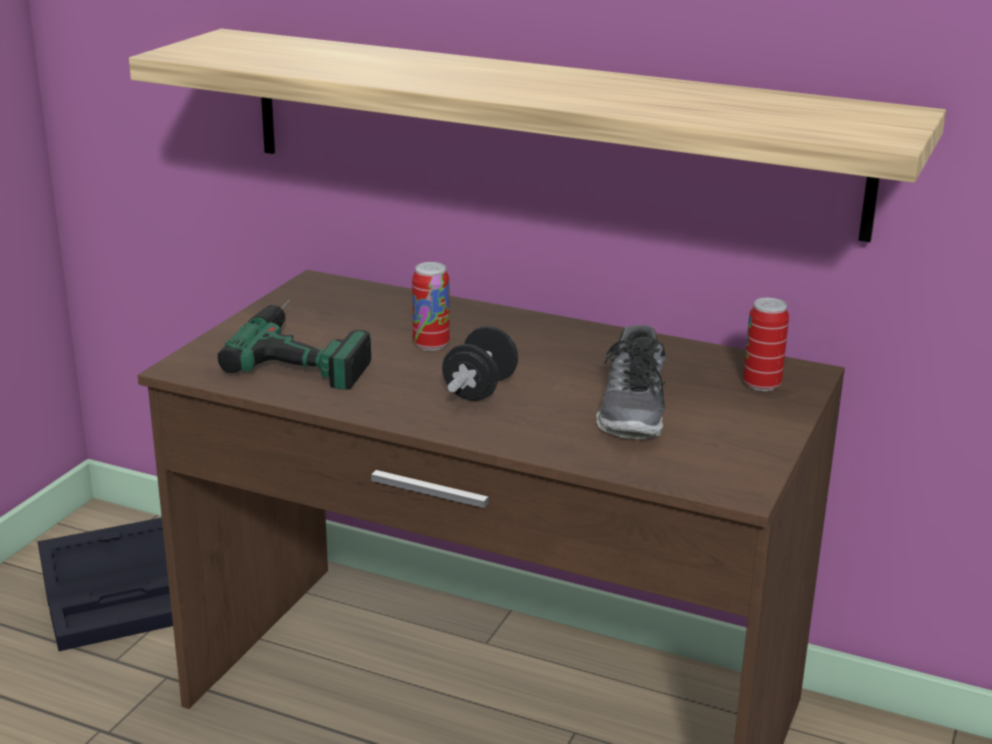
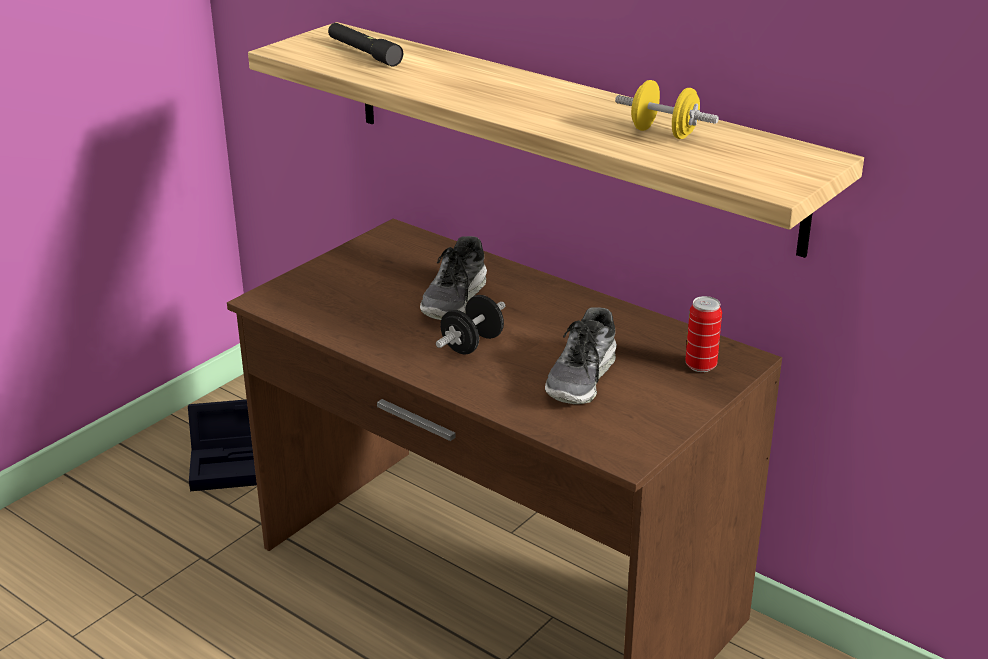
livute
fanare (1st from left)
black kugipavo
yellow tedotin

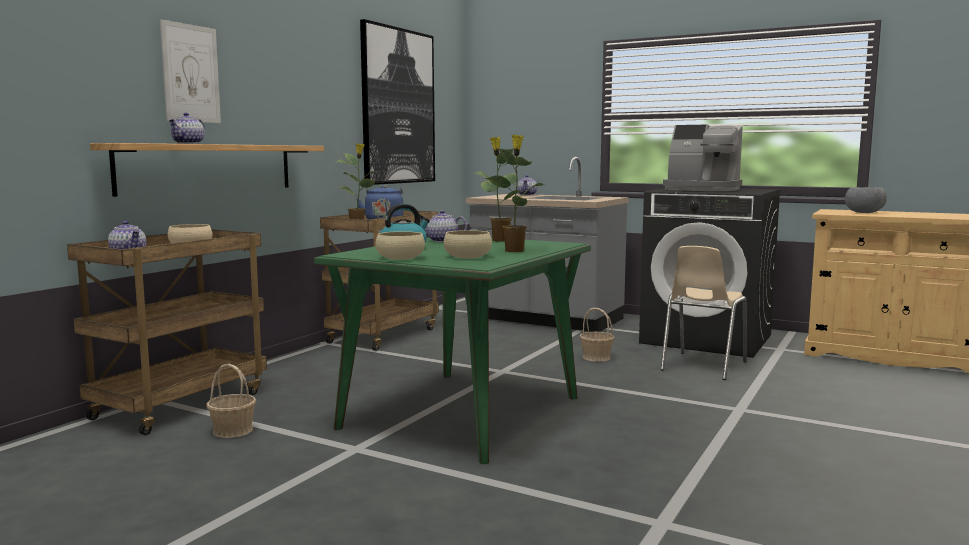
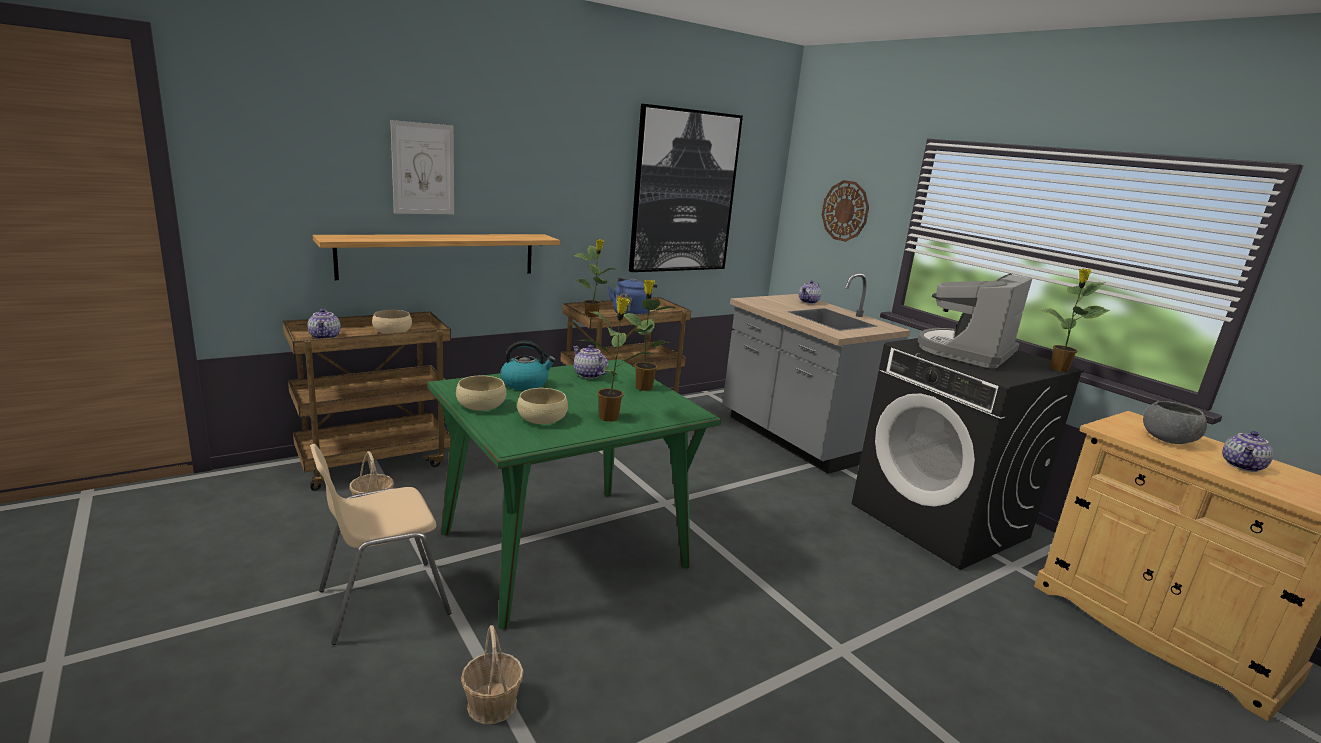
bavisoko (4th from left)
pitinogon (2nd from left)
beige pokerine
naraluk
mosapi
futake (4th from left)

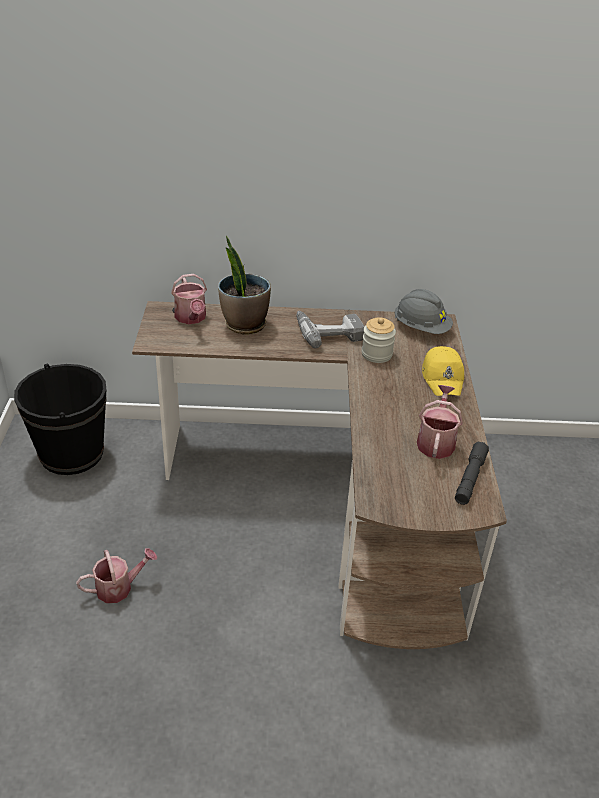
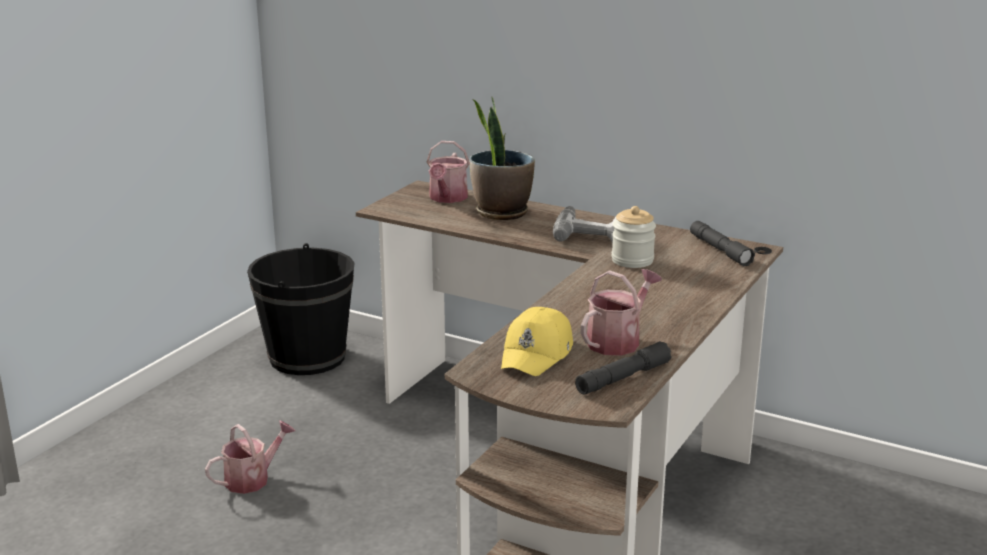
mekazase (1st from left)
grey kugipavo (2nd from left)
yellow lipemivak

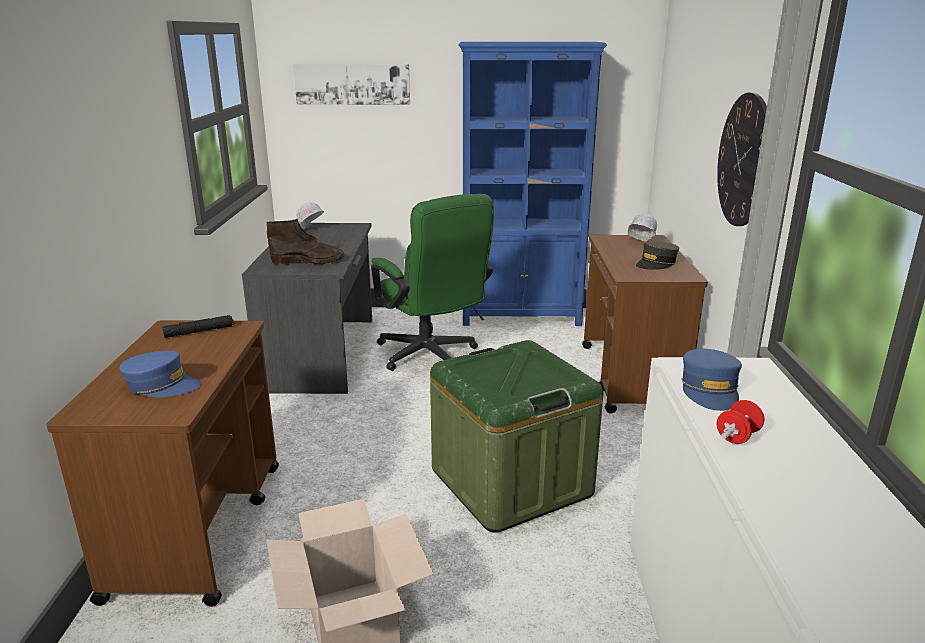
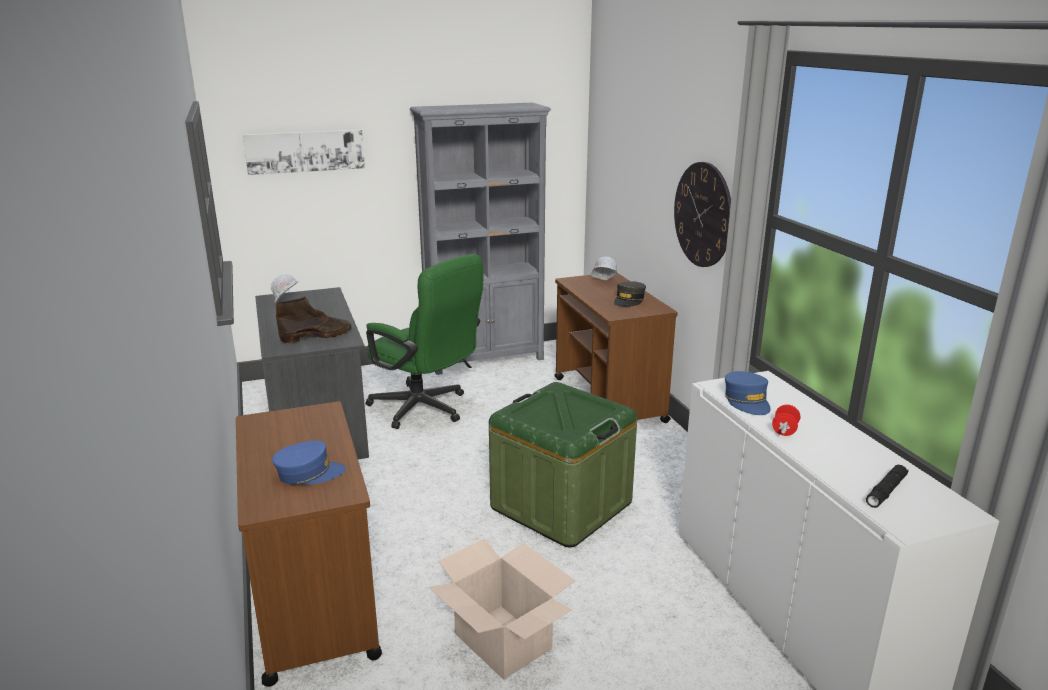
black kugipavo
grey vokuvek

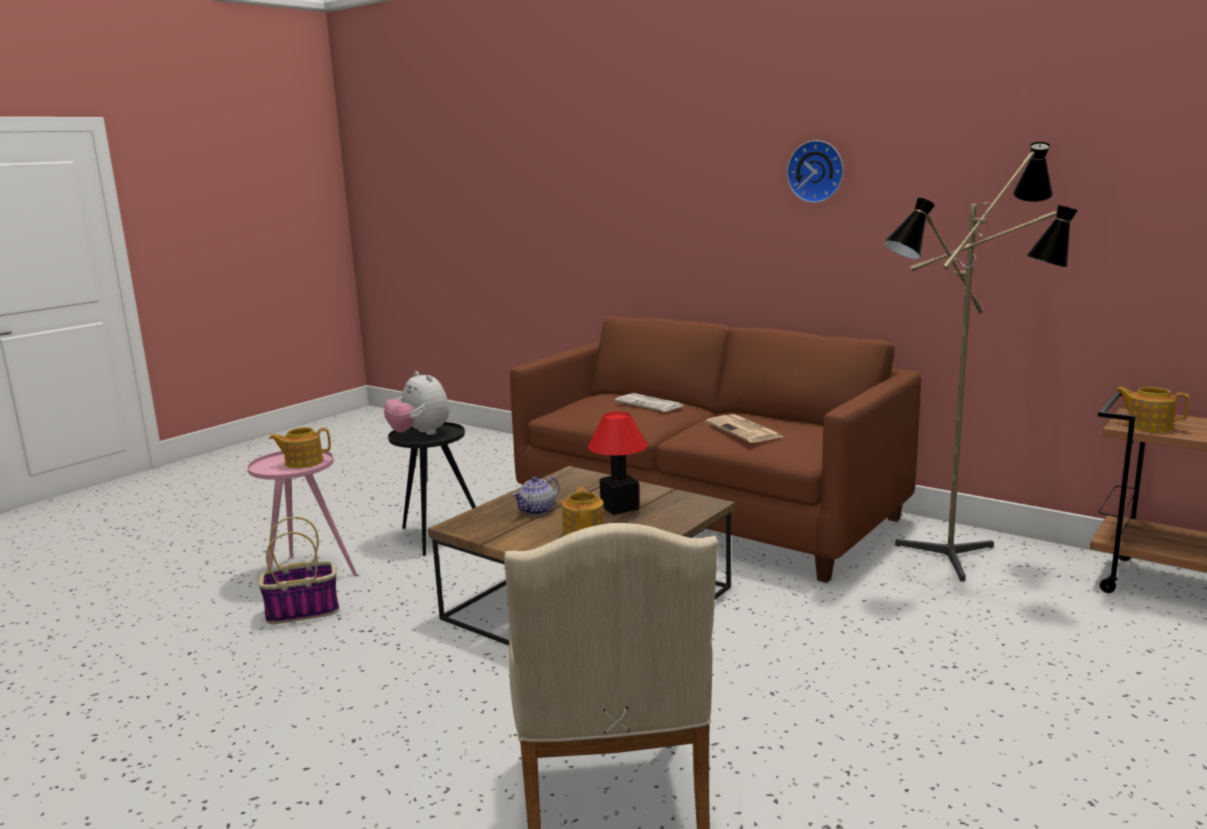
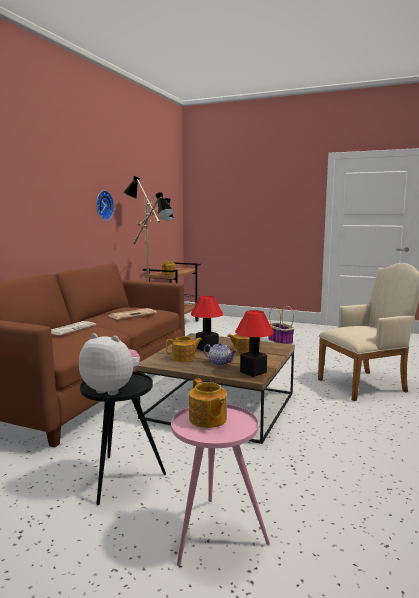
pitinogon
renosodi
mosapi
bavisoko (2nd from left)
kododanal (2nd from left)

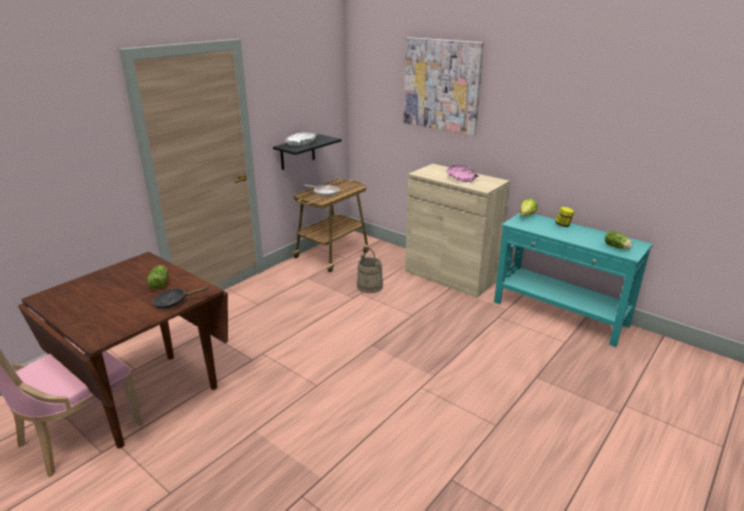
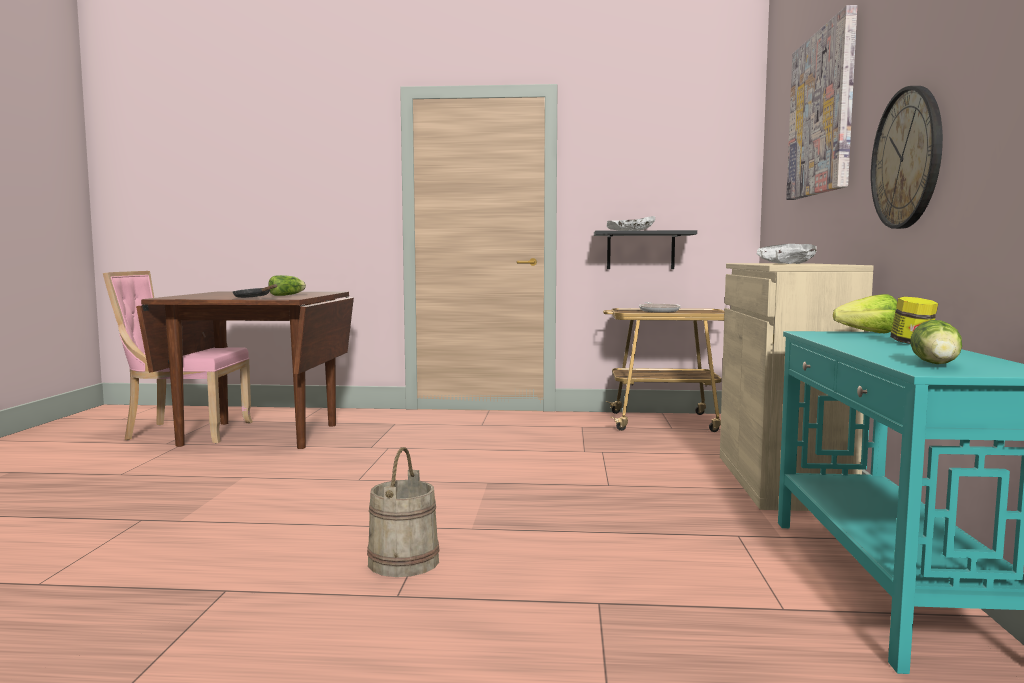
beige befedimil
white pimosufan (2nd from left)
mosapi

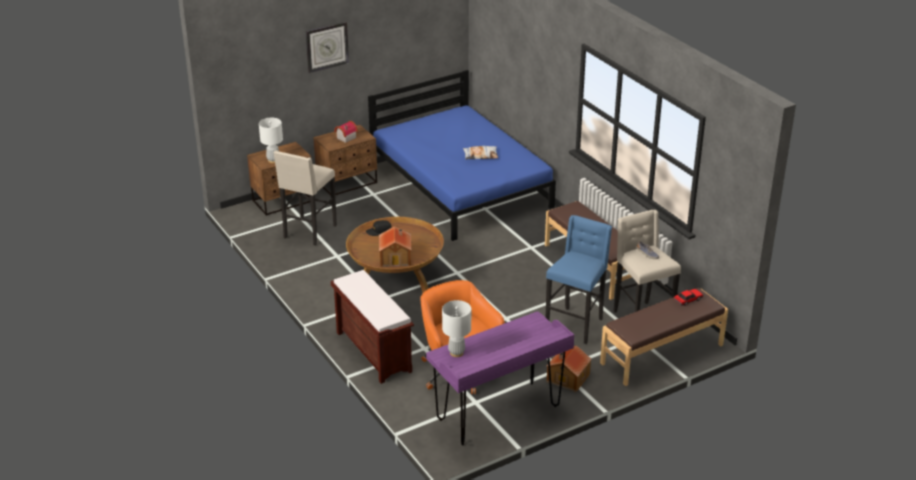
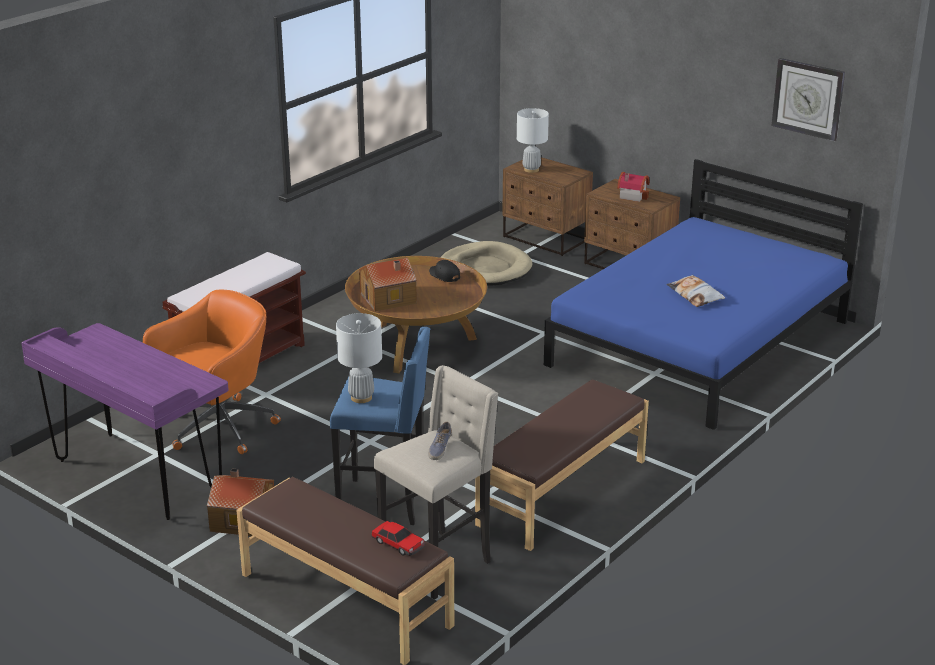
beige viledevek
mosapi
white kododanal (1st from left)

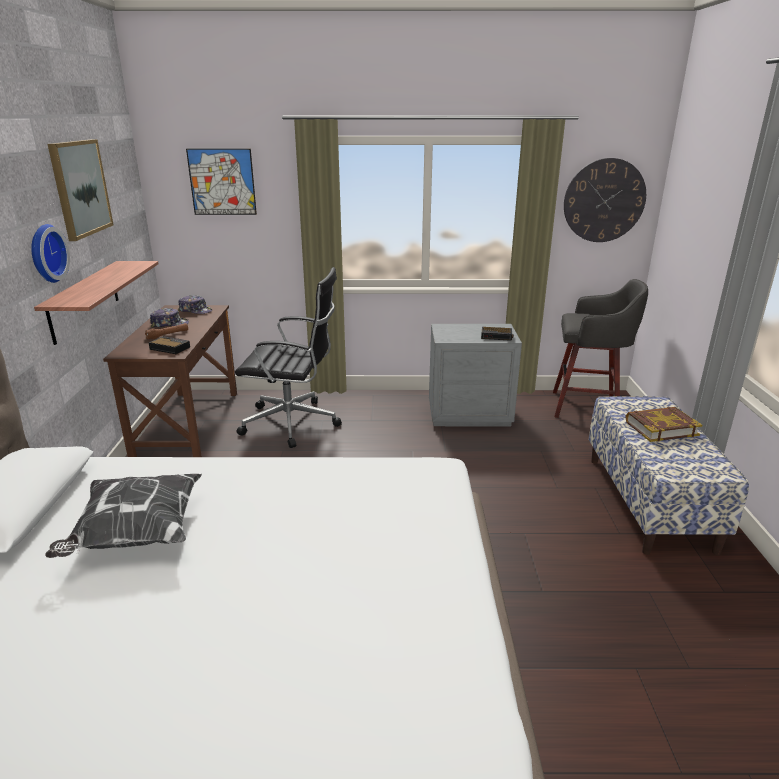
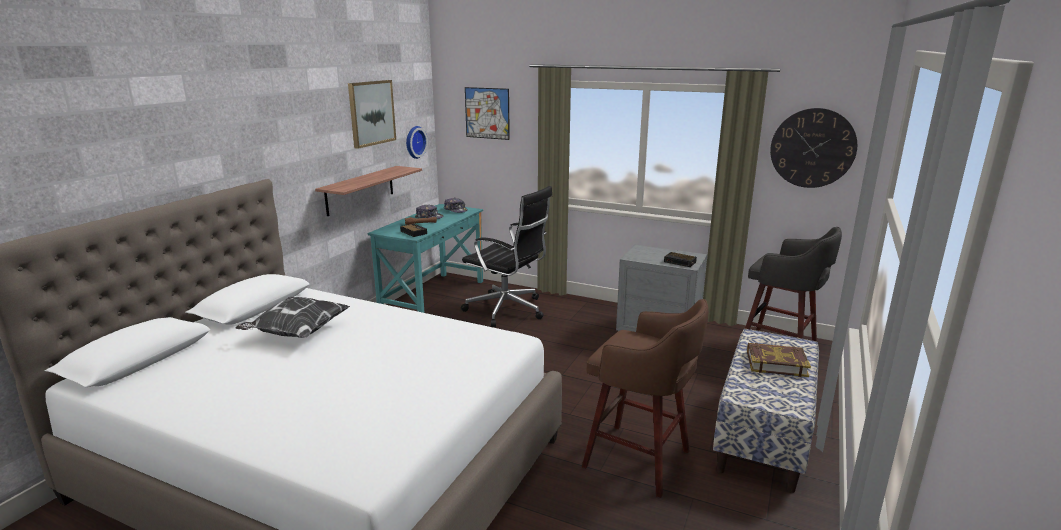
mosapi (1st from left)
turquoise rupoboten
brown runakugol

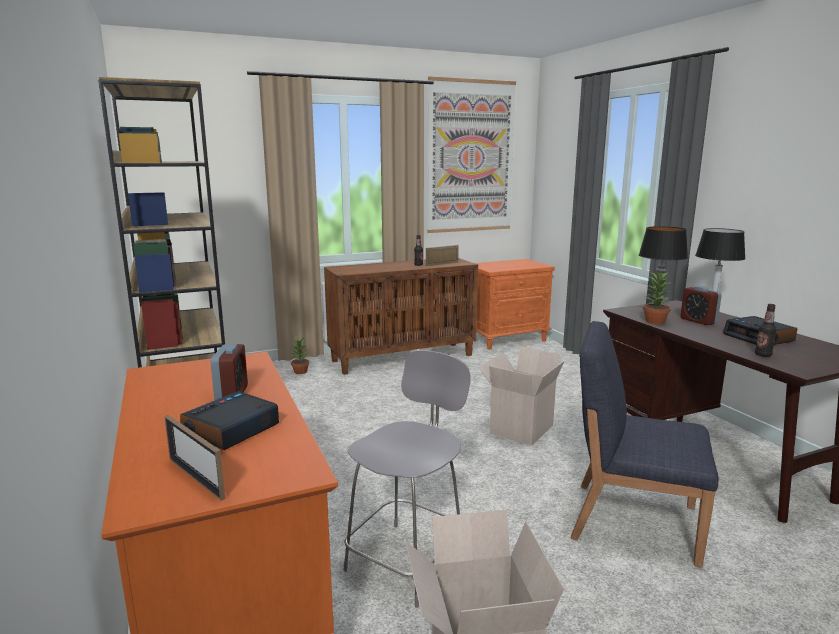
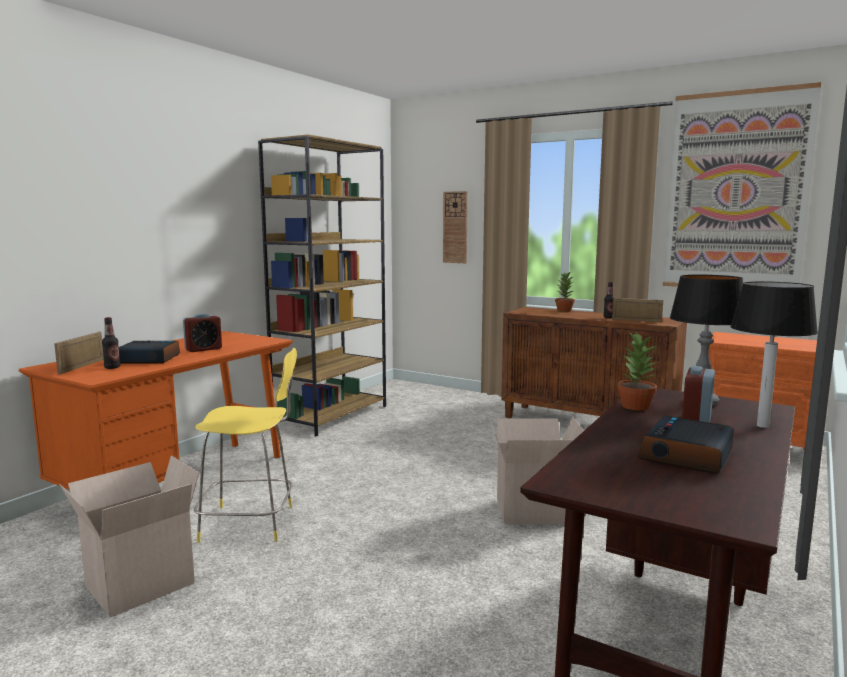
futake (1st from left)
yellow runakugol
blue pokerine
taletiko (1st from left)
mosapi

